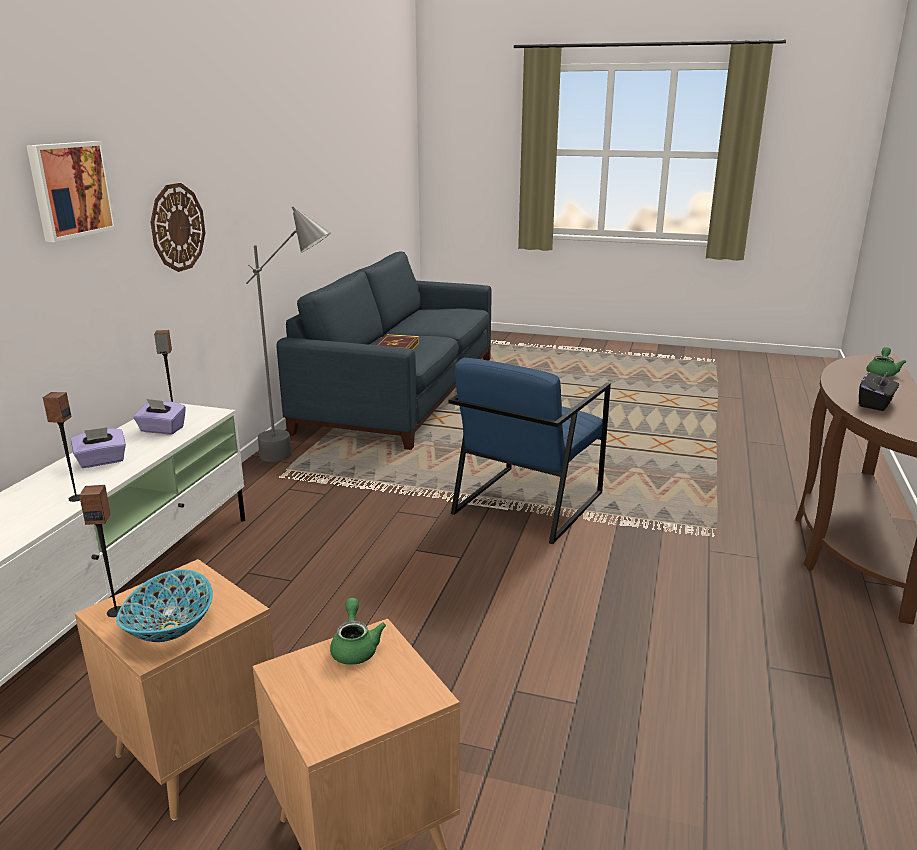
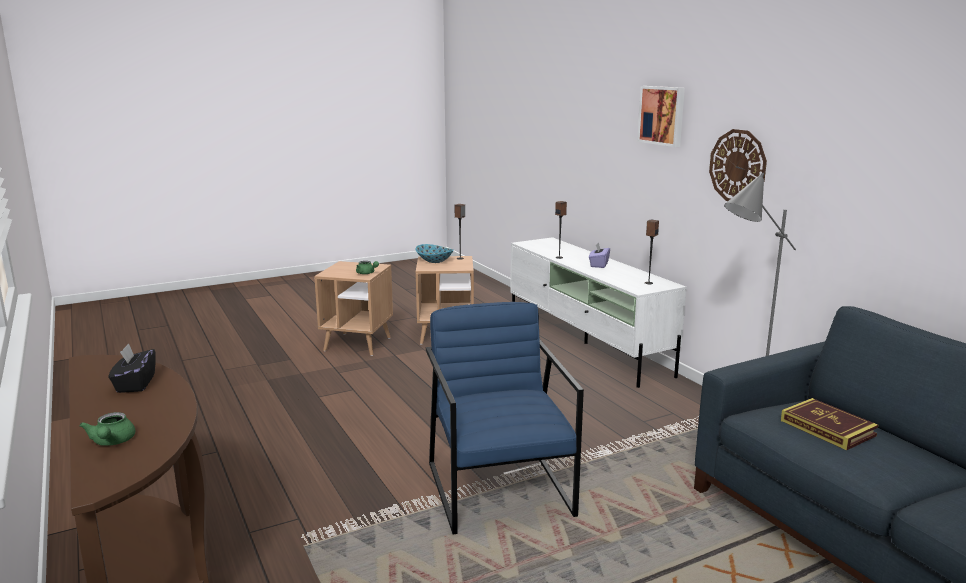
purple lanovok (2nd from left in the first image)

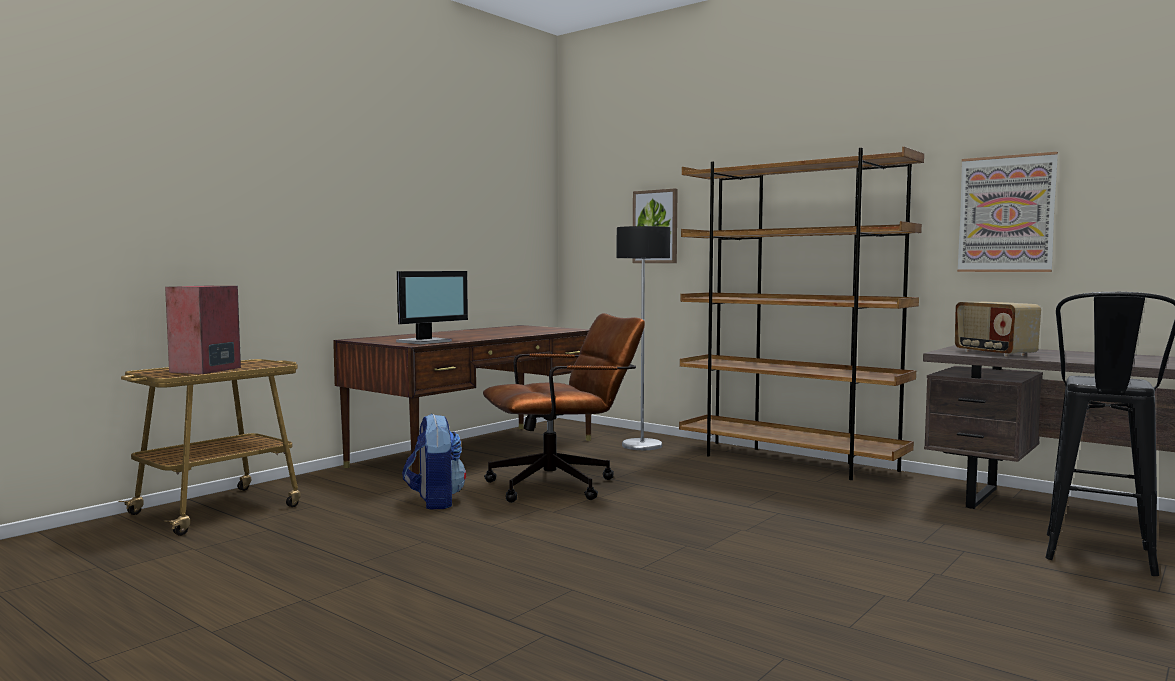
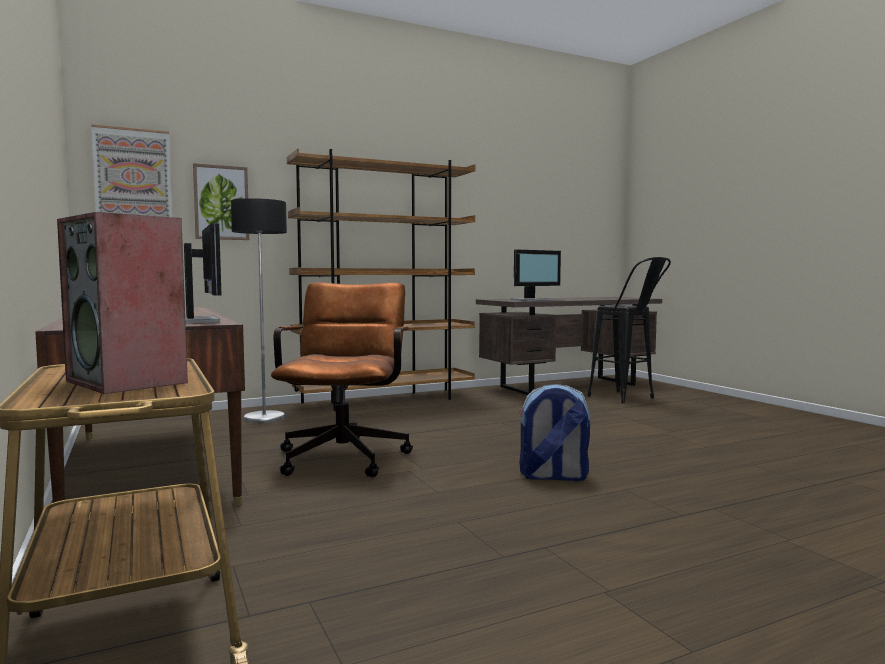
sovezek
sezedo (2nd from left)
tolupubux (1st from left)

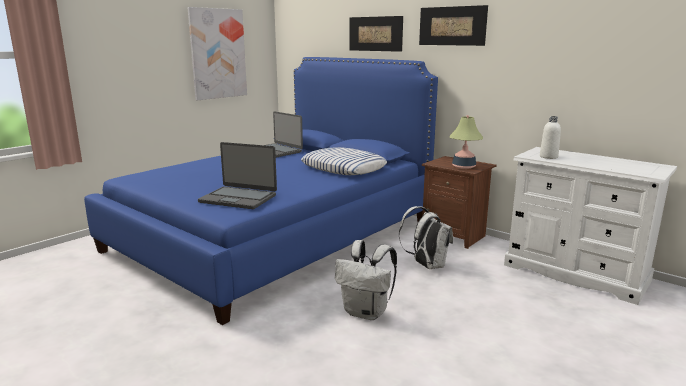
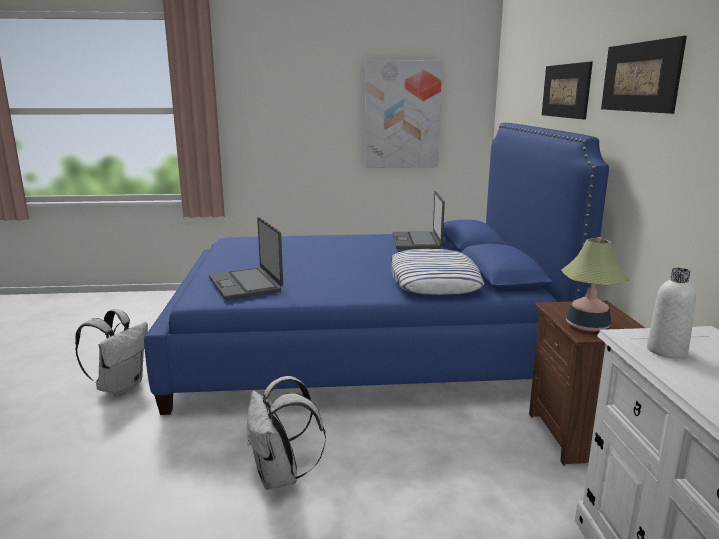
white sovezek (1st from left)

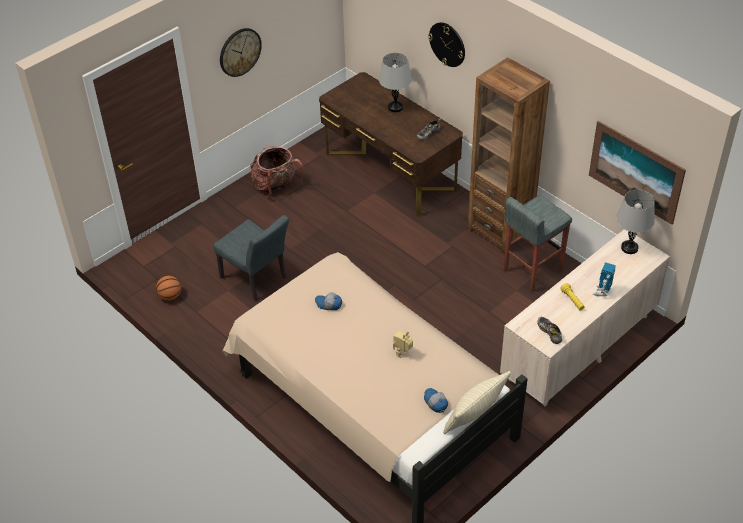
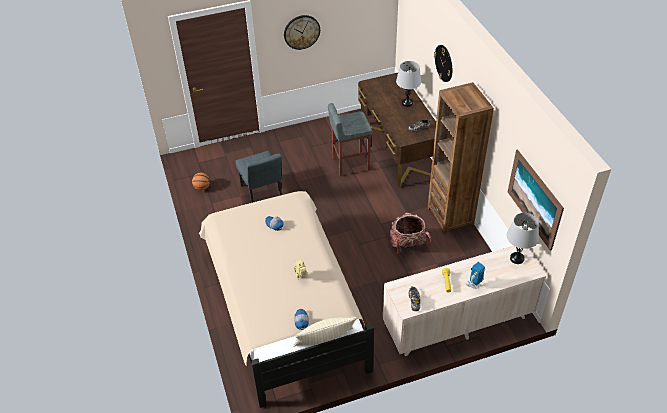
sovezek
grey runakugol

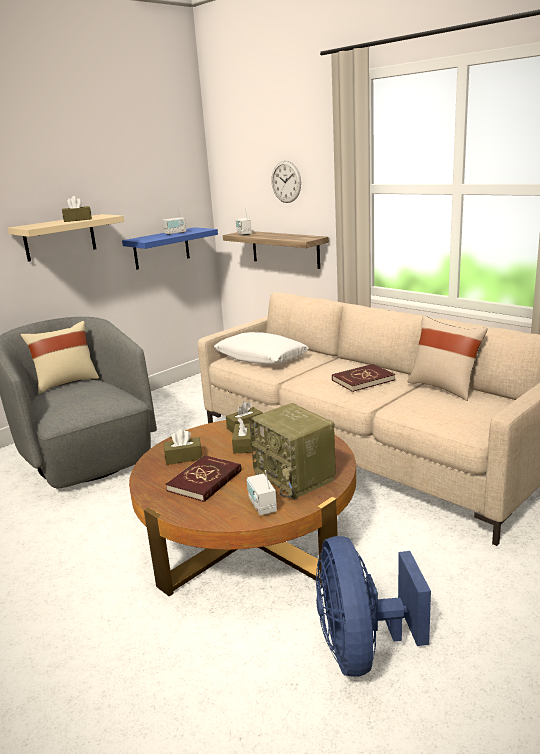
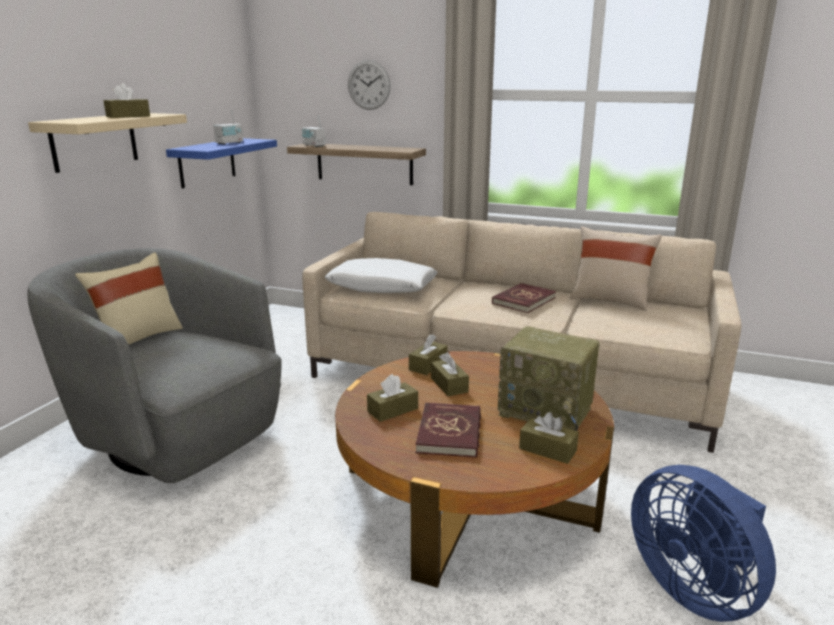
brown lanovok (5th from left)

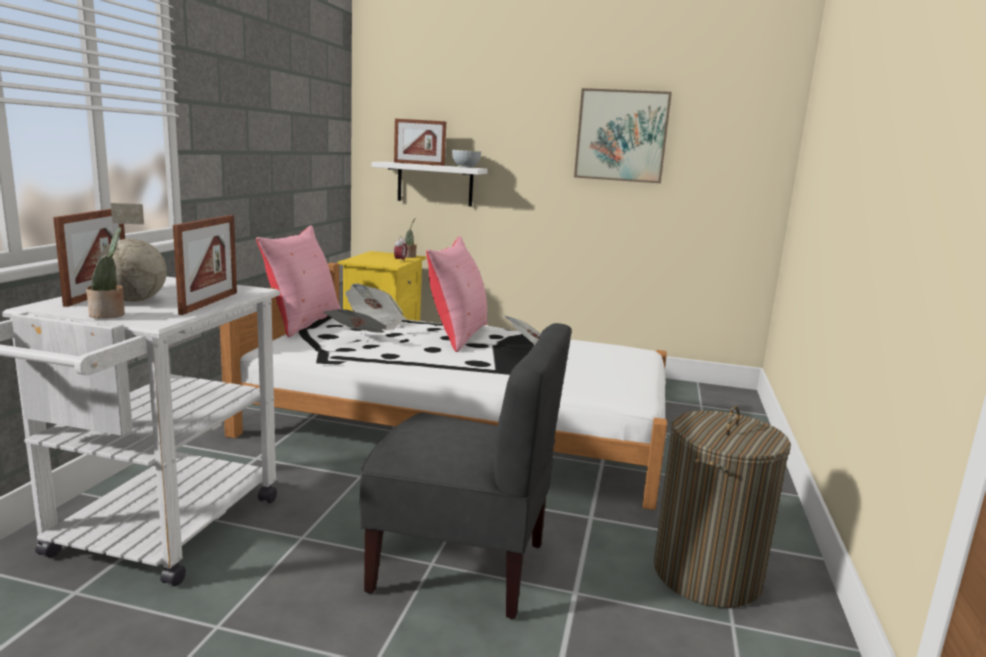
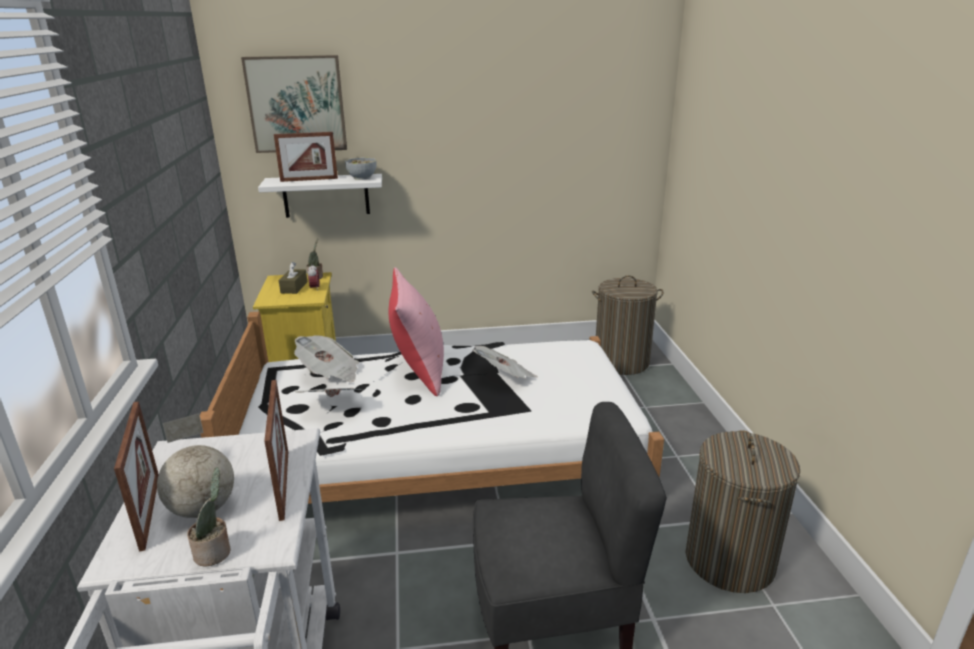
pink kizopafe (1st from left in the first image)
tolupubux
brown lanovok
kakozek (1st from left)

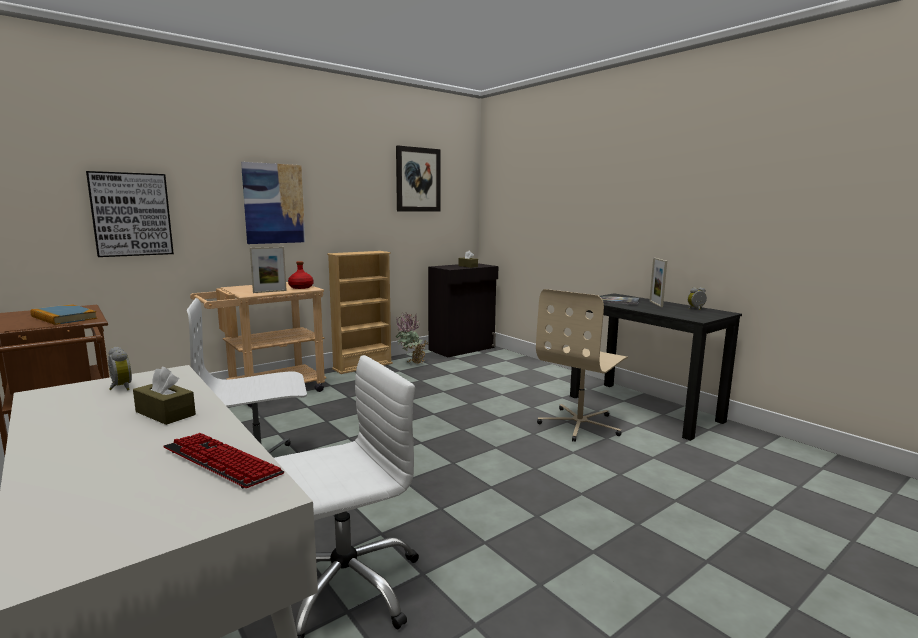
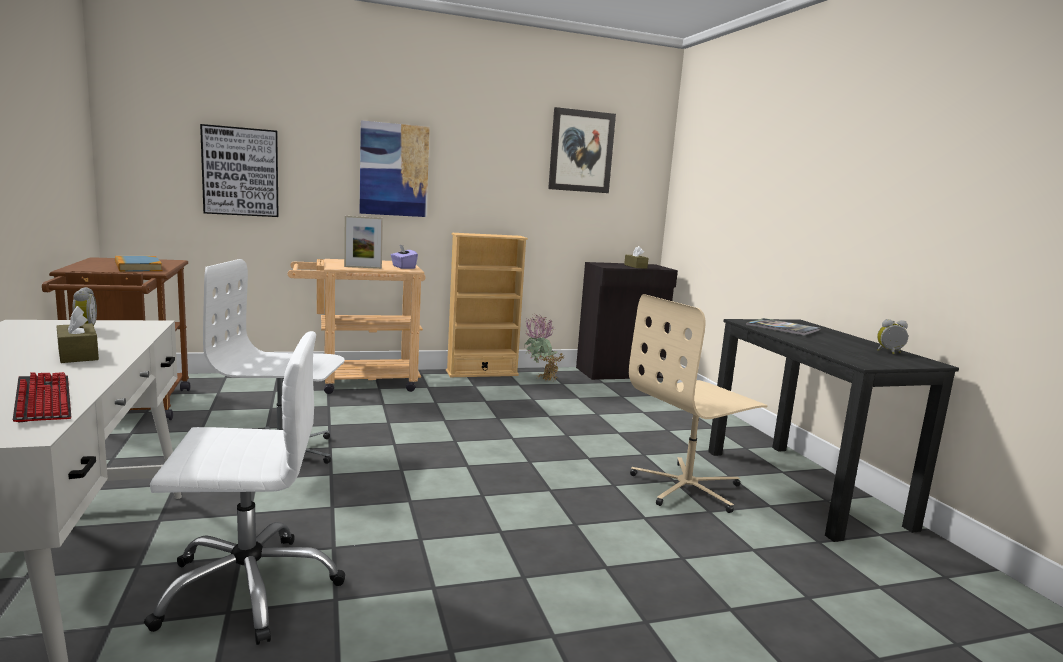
purple lanovok
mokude (2nd from left in the first image)

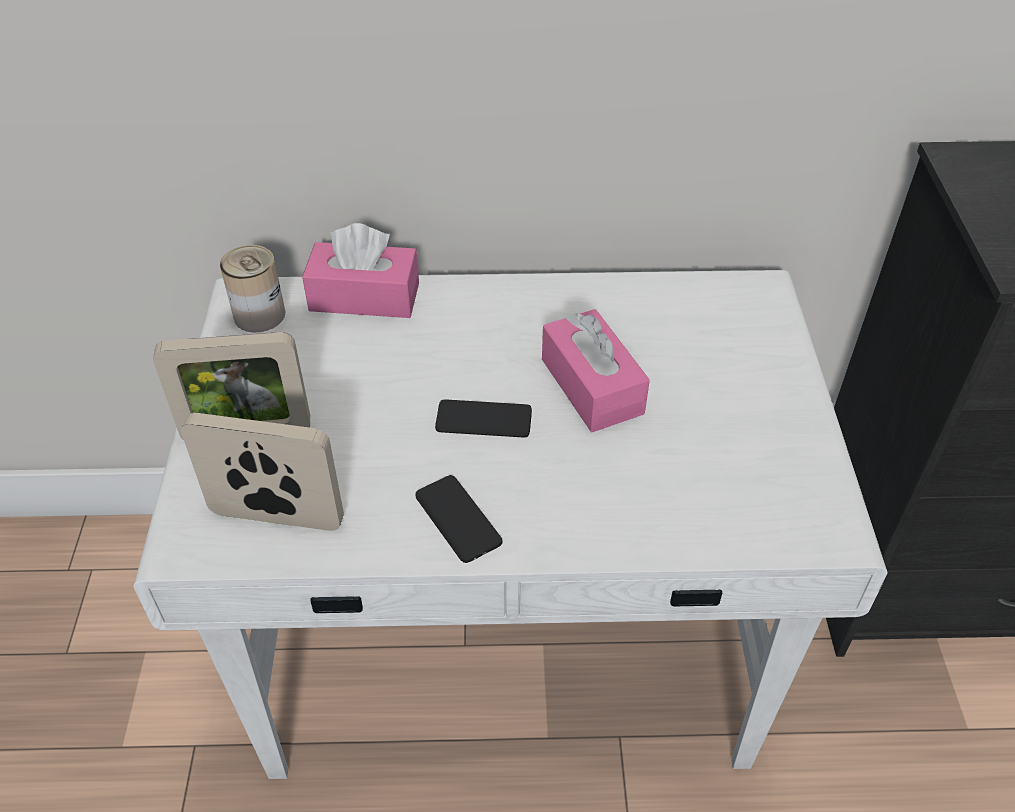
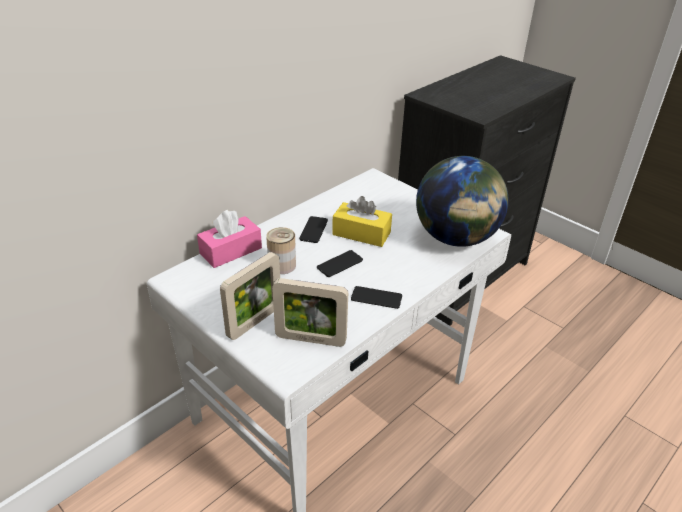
mokude (2nd from left)
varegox
yellow lanovok
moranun (1st from left)
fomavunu

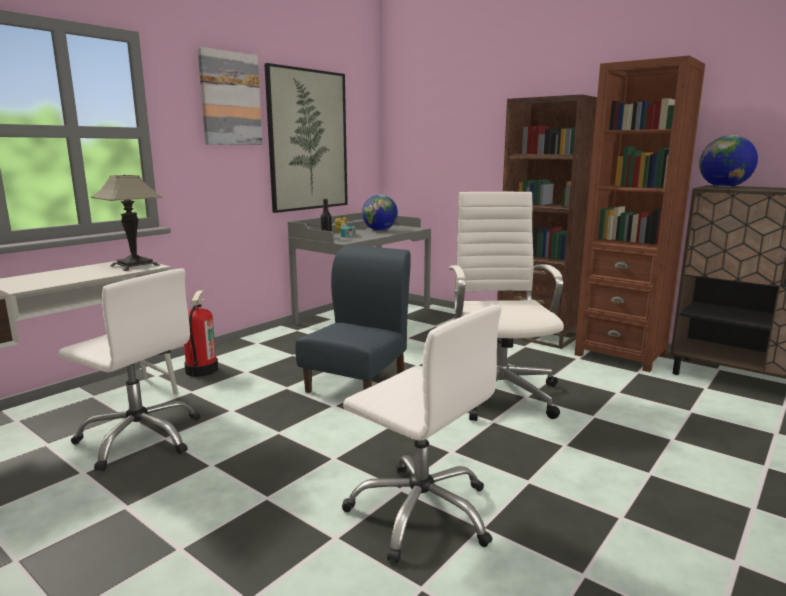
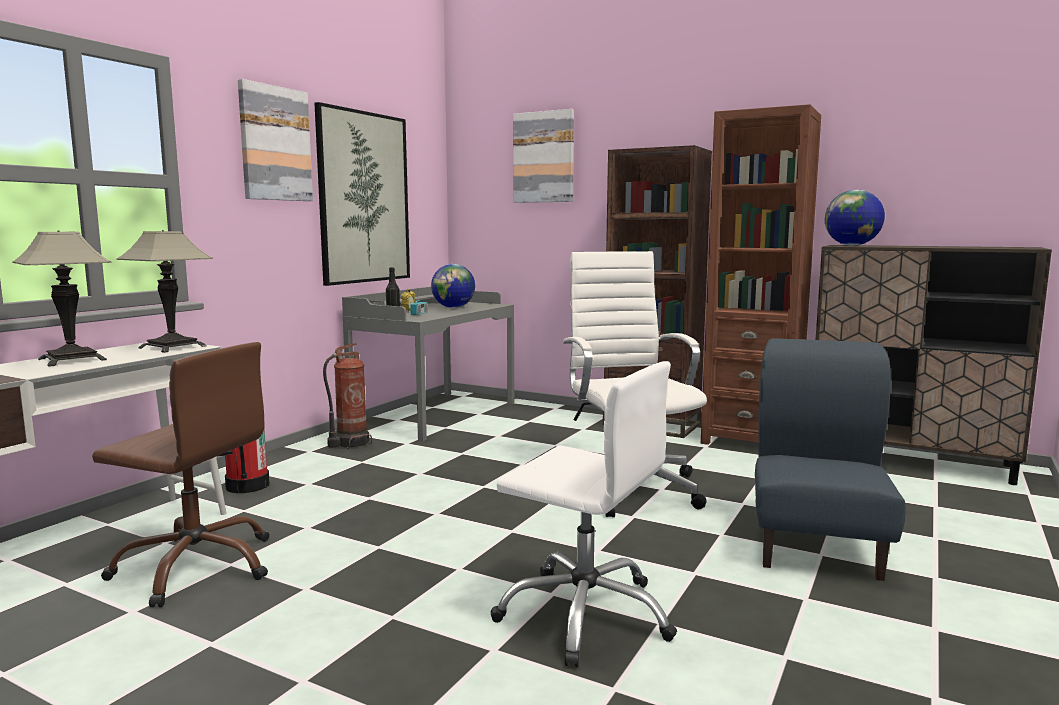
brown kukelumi
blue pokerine
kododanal (1st from left)
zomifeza (2nd from left)
tolupubux (3rd from left)

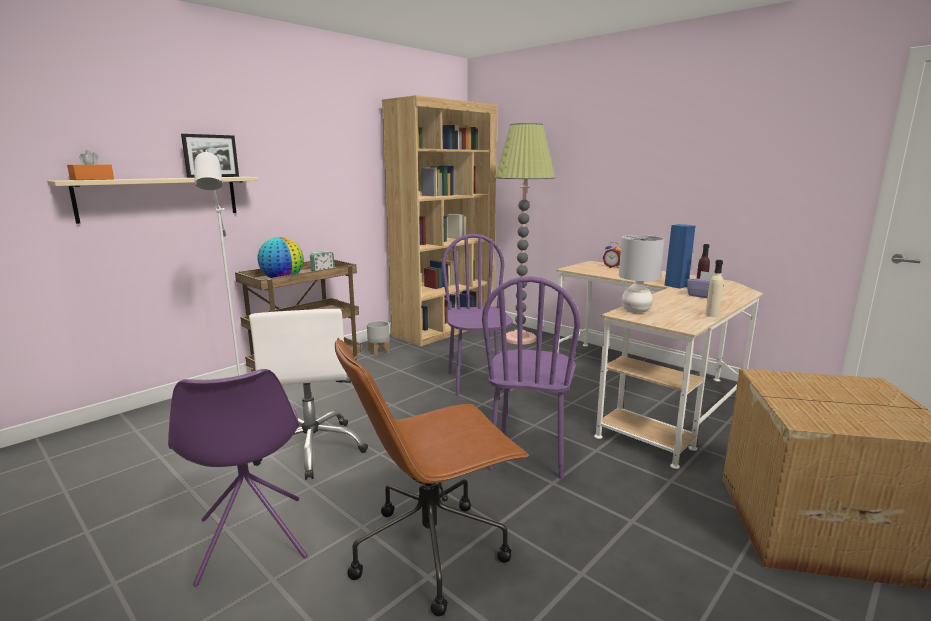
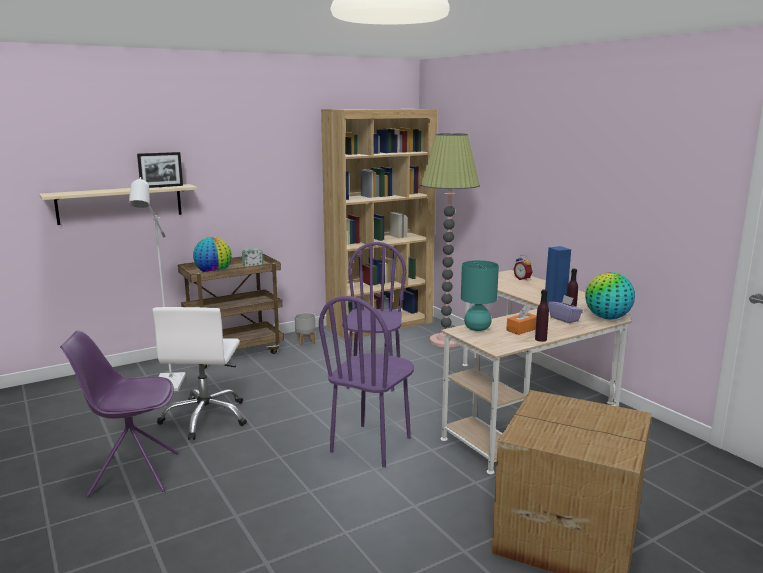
orange lanovok
purple pokerine (1st from left)
brown kukelumi
turquoise kododanal
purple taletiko (1st from left)
fomavunu (2nd from left)

